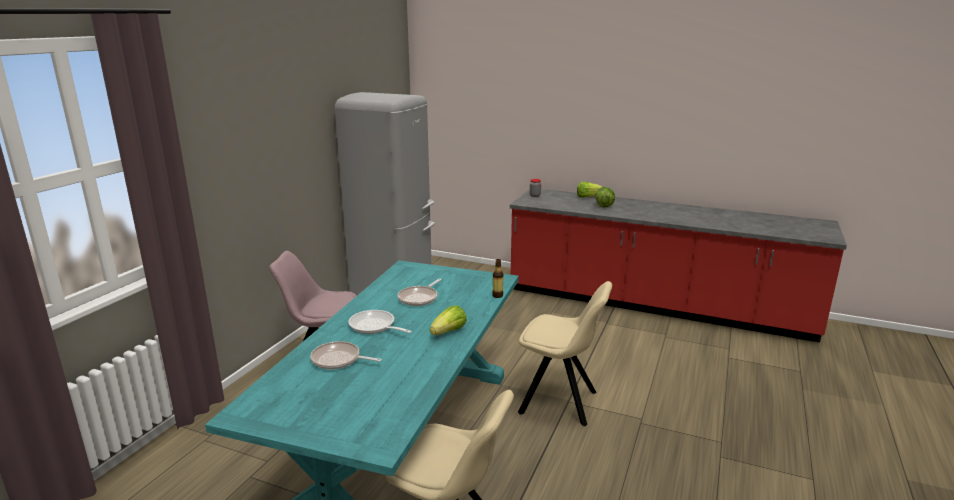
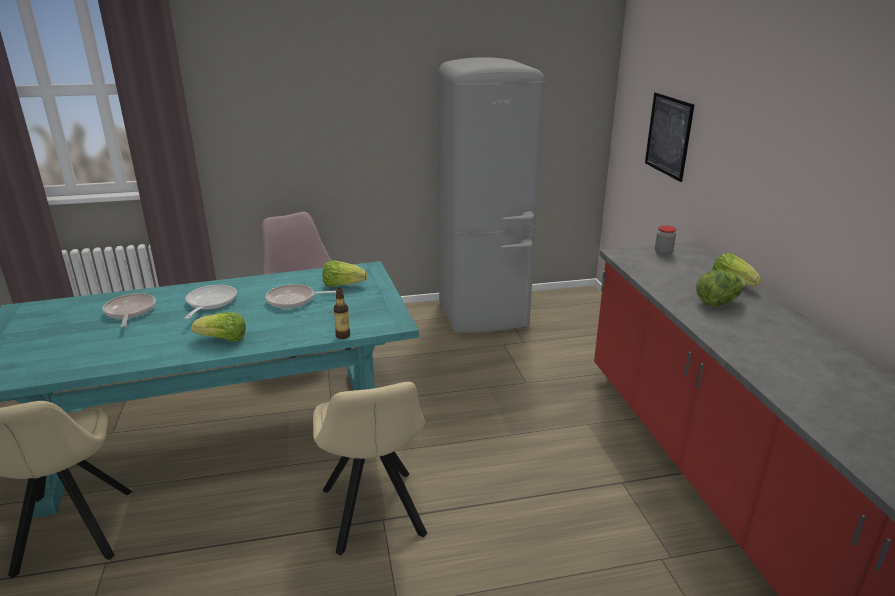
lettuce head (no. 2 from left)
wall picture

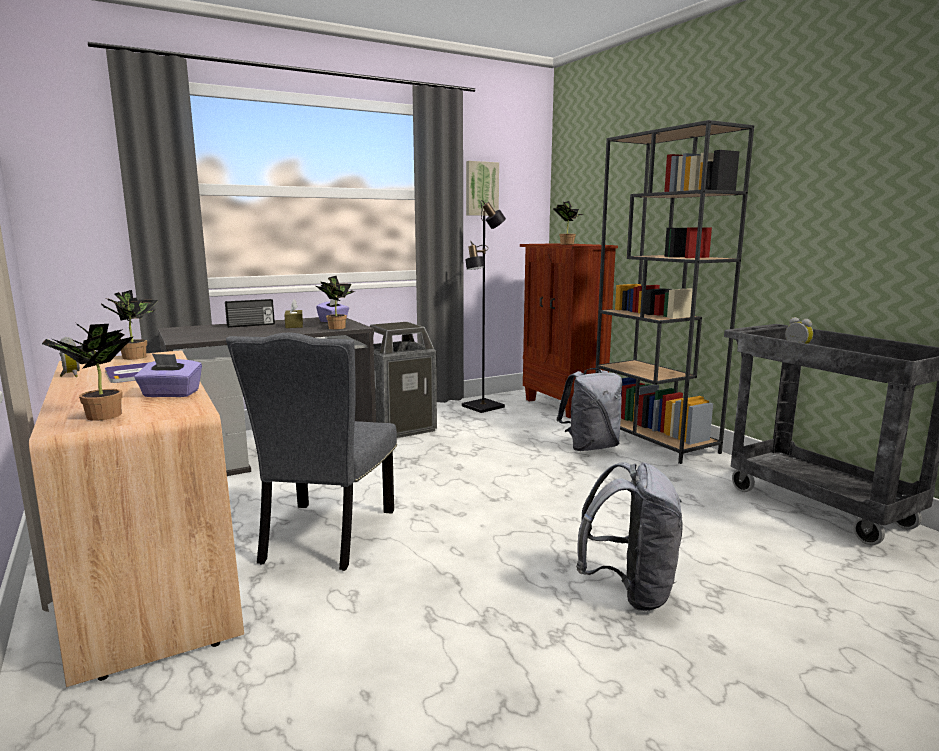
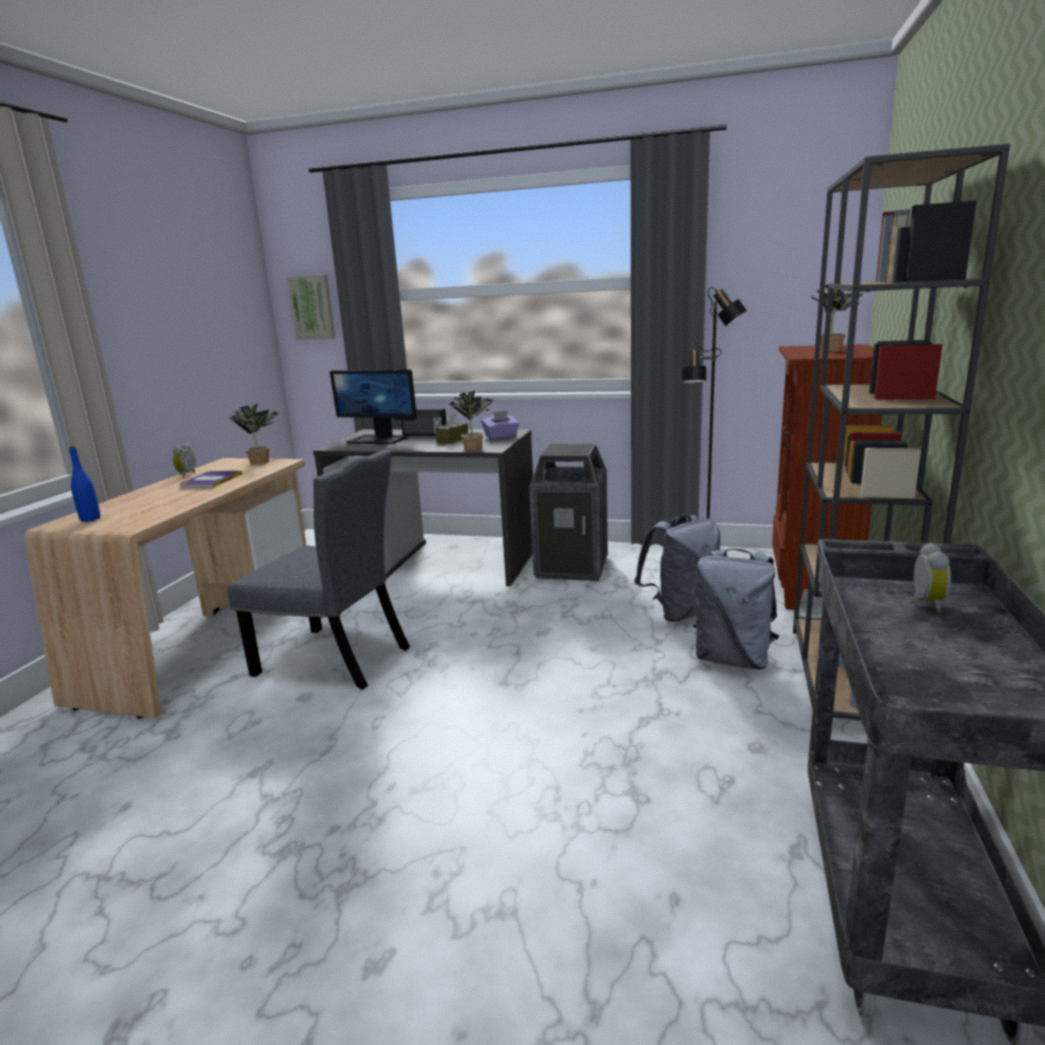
drink bottle in bluish
tissue holder in purplish (no. 1 from left in the first image)
chair in greyish
wall picture
knapsack in greyish (no. 1 from left)
monitor

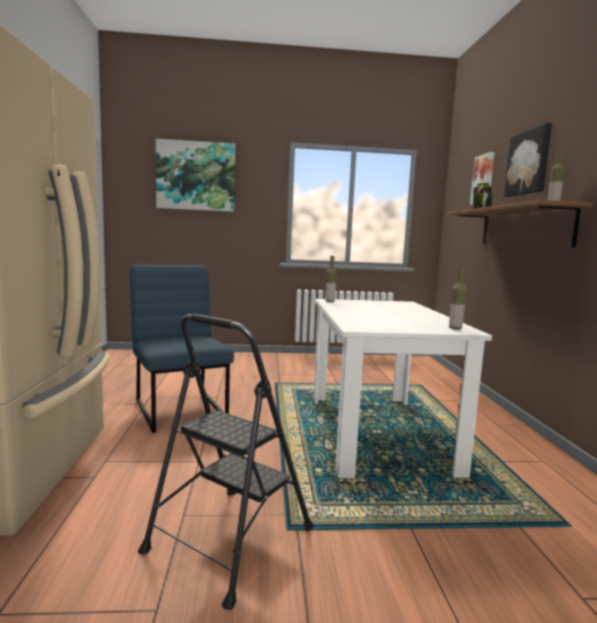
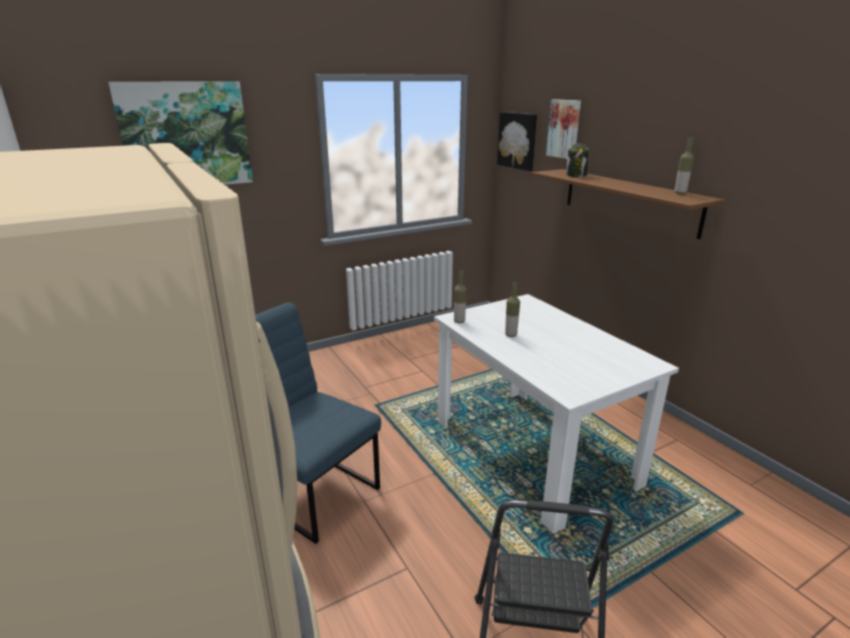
drink bottle (no. 2 from left)
wall picture (no. 2 from left)

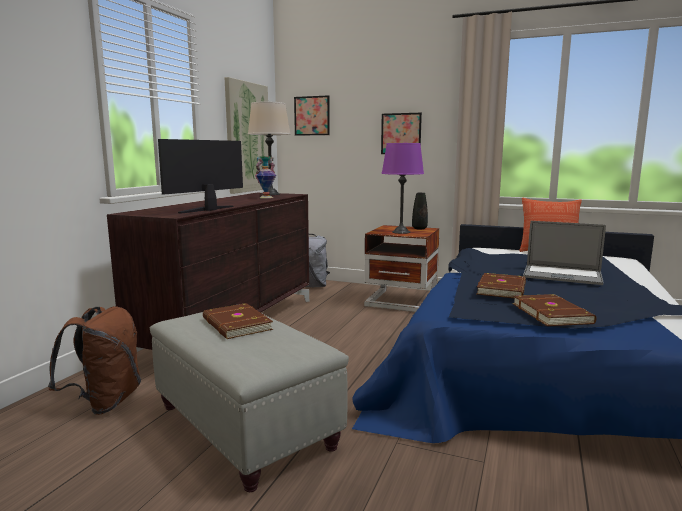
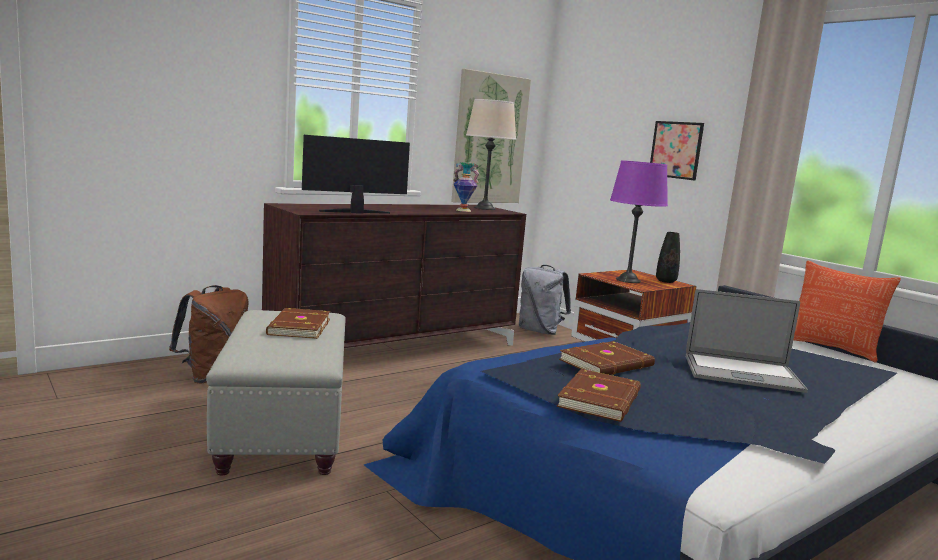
wall picture (no. 2 from left in the first image)
laptop

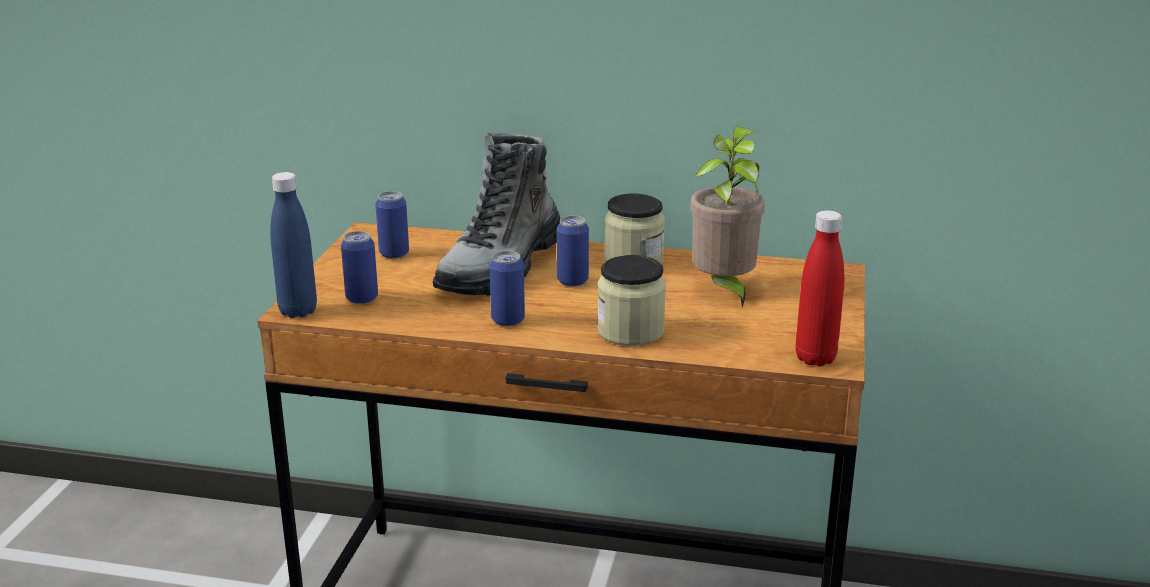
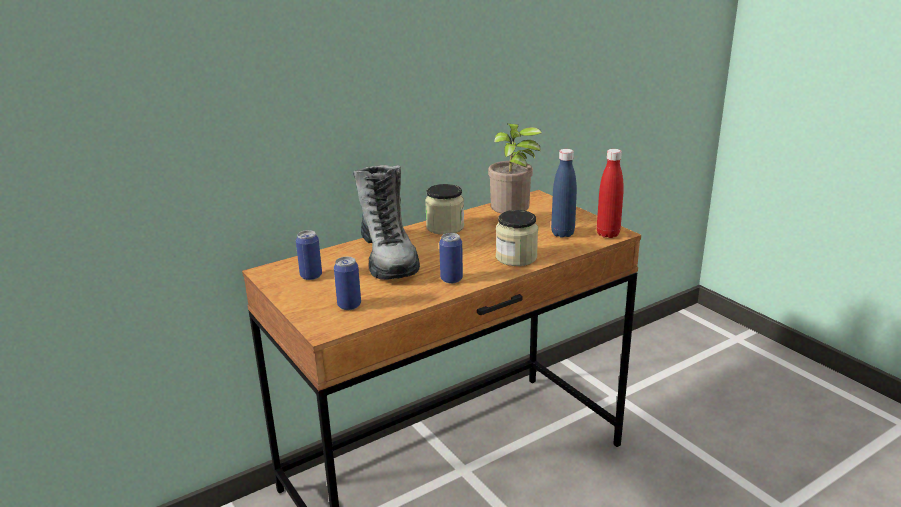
drink bottle in bluish
can (no. 4 from left in the first image)

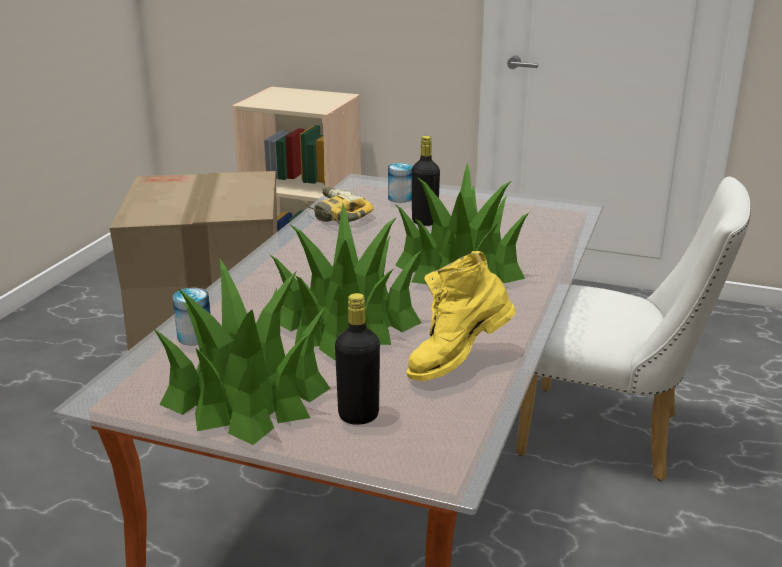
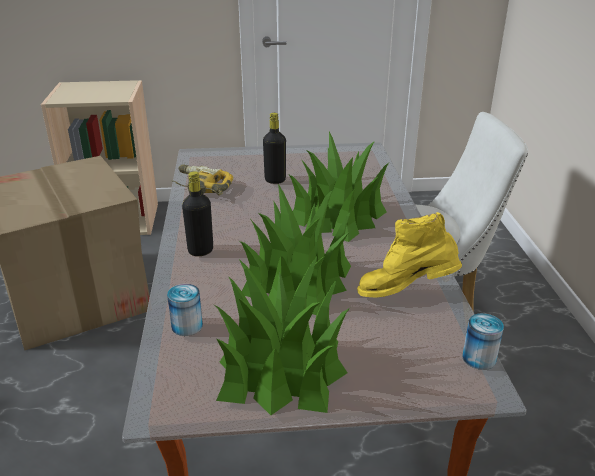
drink bottle in black (no. 1 from left)
can (no. 2 from left)
tall boot in yellow

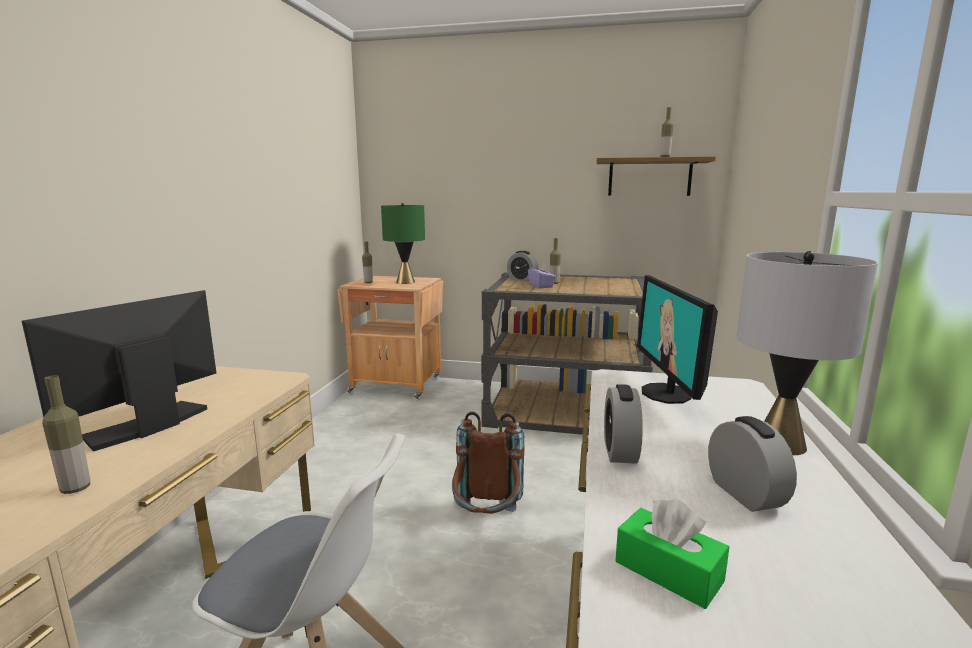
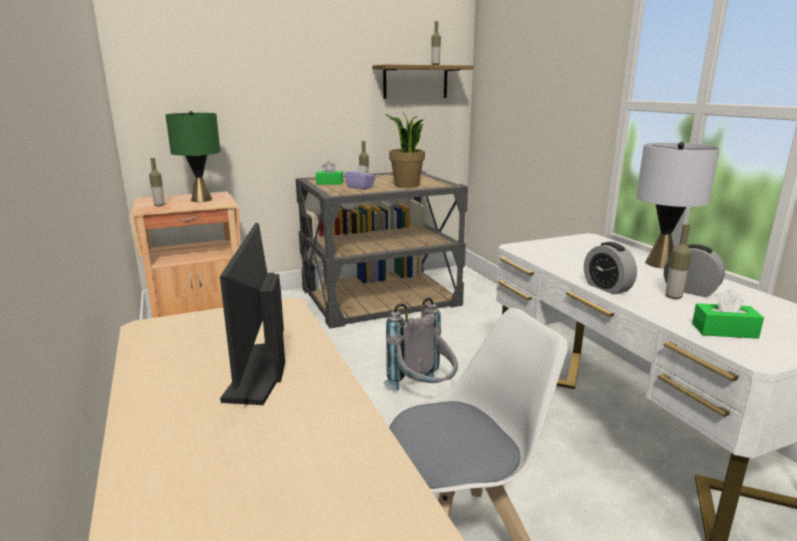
drink bottle (no. 4 from left)
knapsack in greyish
tissue holder in green (no. 1 from left)
monitor (no. 2 from left in the first image)
plant in a pot

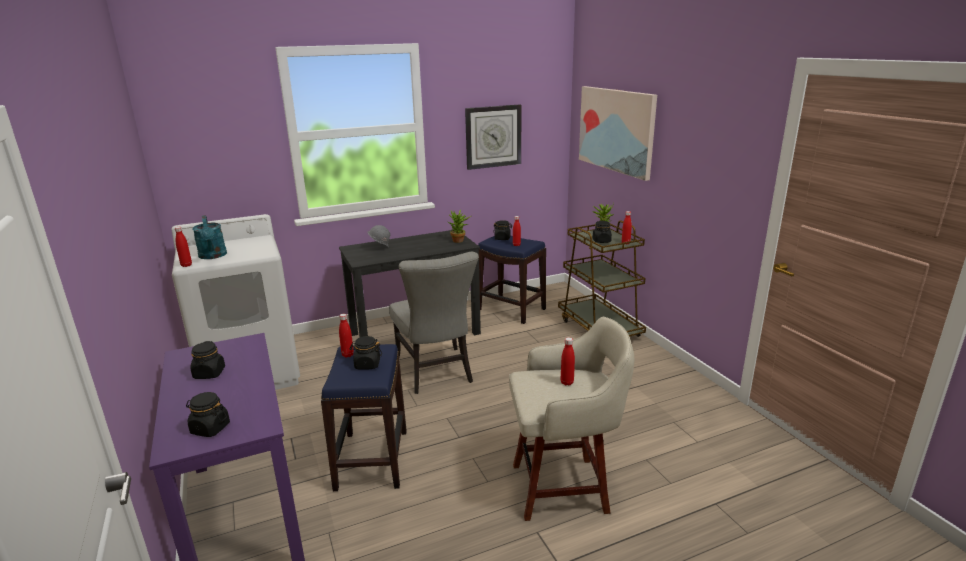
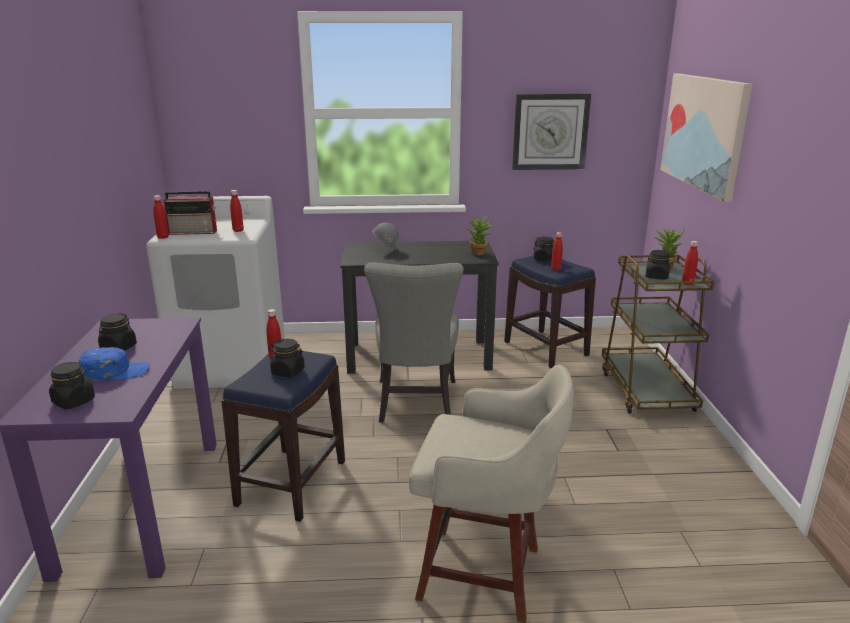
radio set
drink bottle in red (no. 2 from left)
baseball cap in bluish

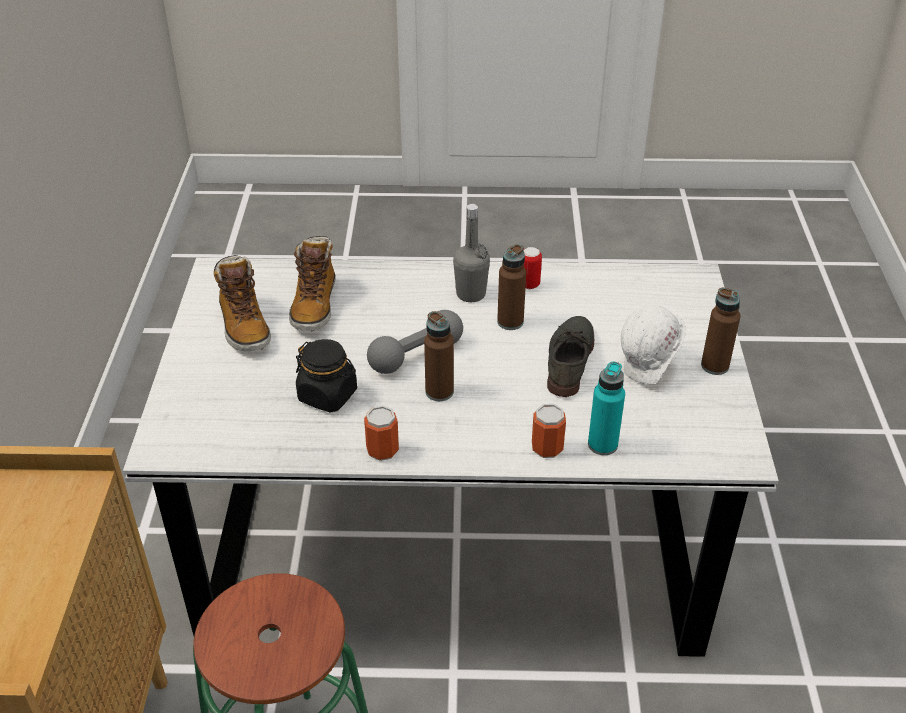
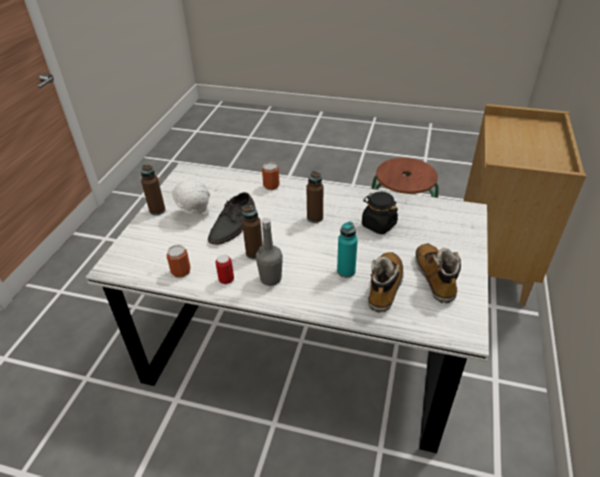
can (no. 1 from left)
dumbbell in greyish
drink bottle in turquoise-coloured

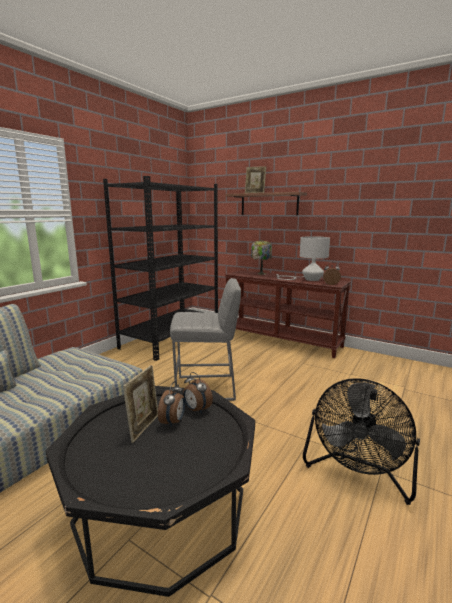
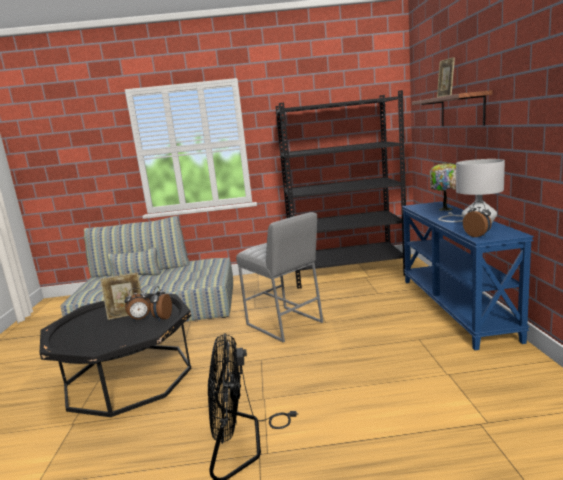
narrow table in bluish

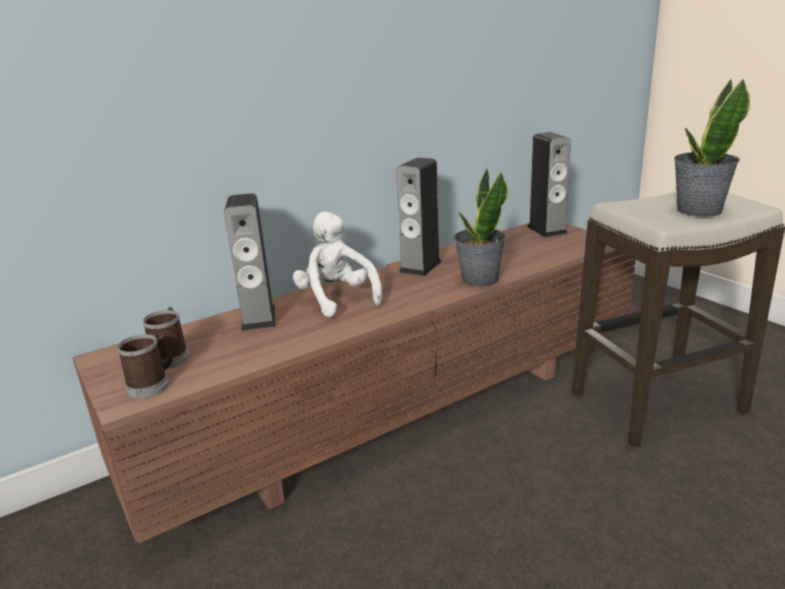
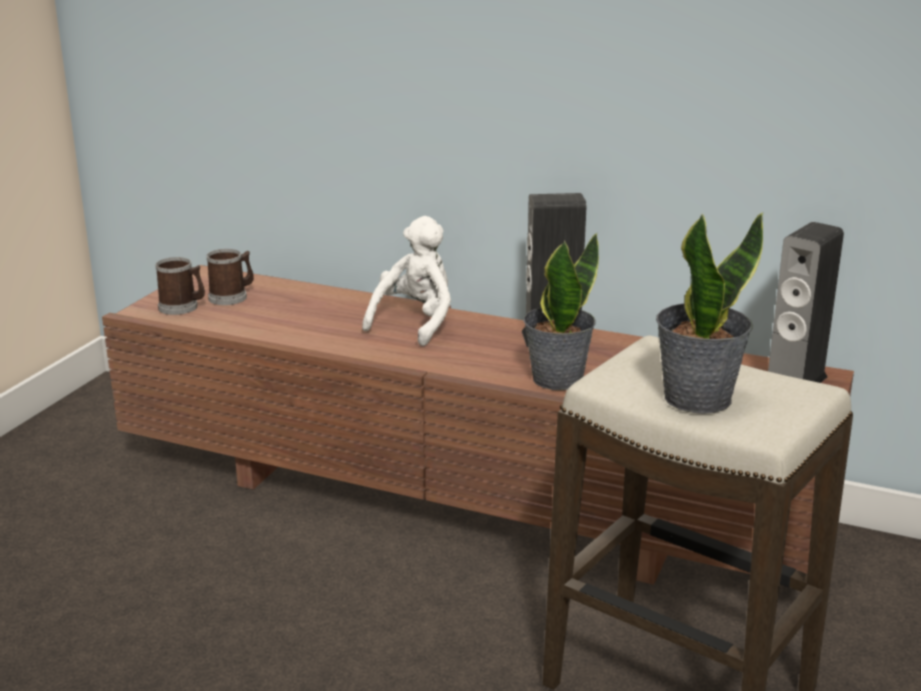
audio speaker (no. 1 from left in the first image)

